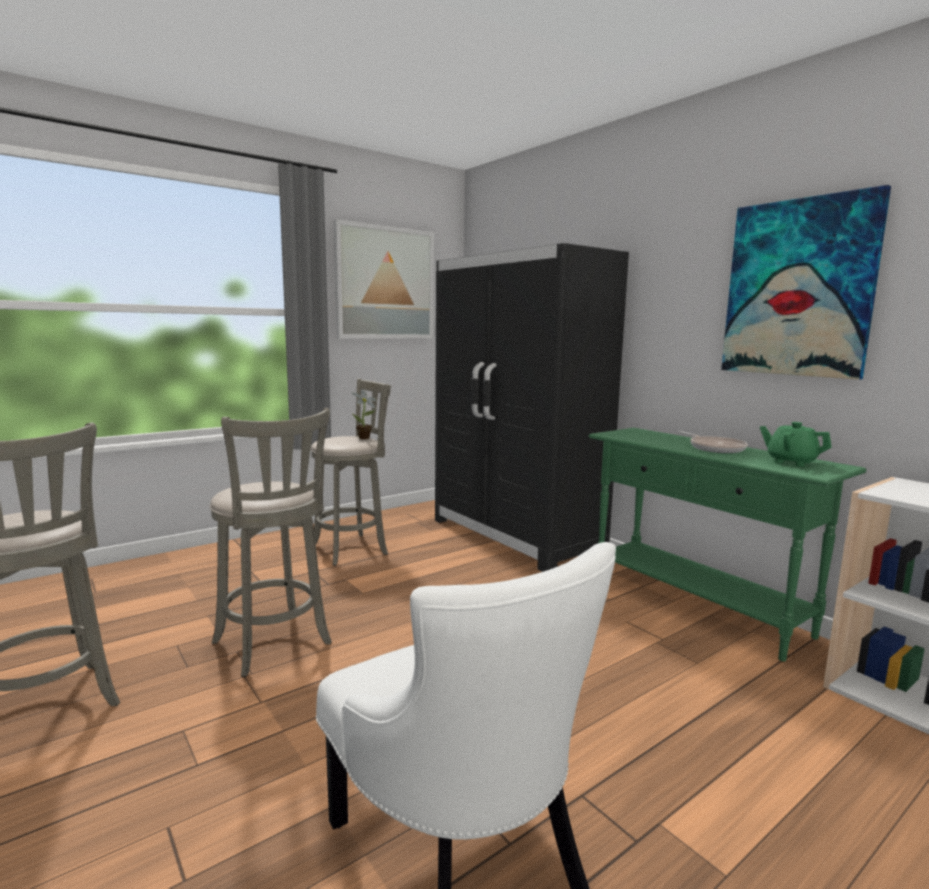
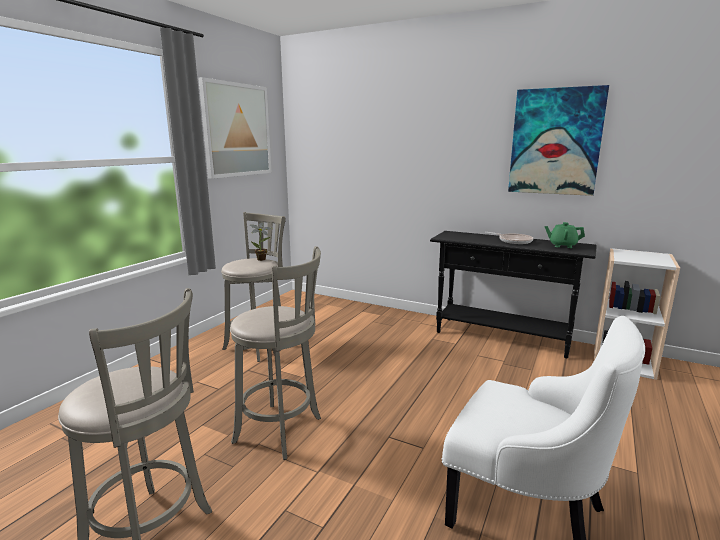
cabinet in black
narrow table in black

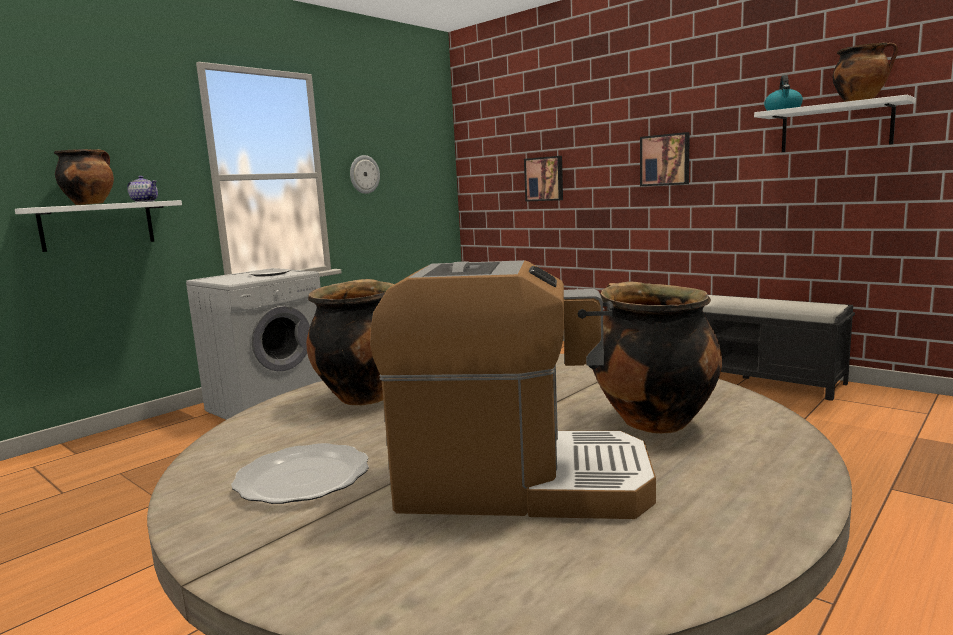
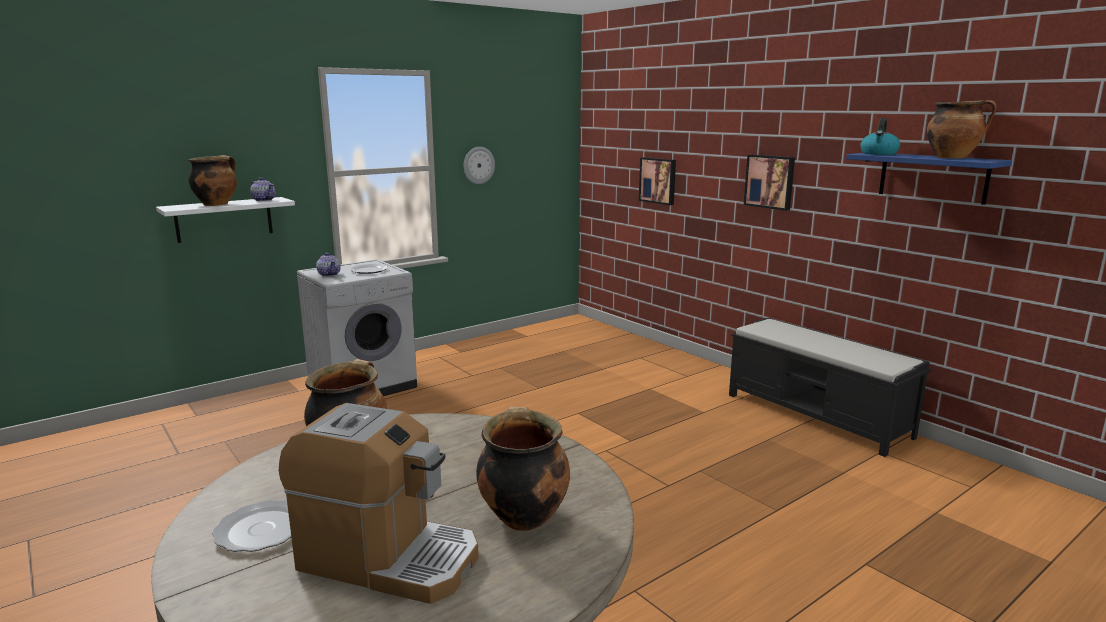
wall shelf in bluish
pot for tea (no. 2 from left)

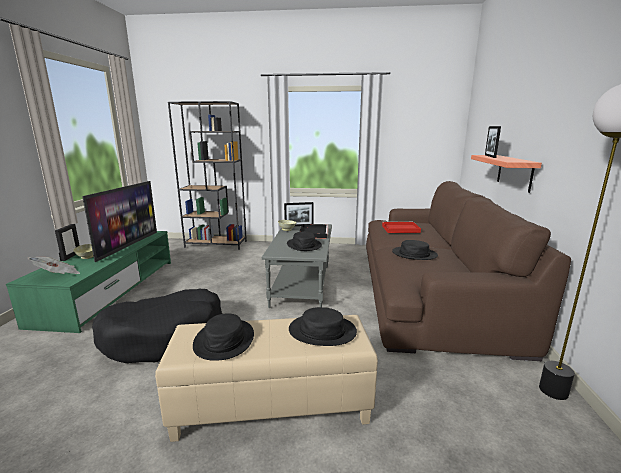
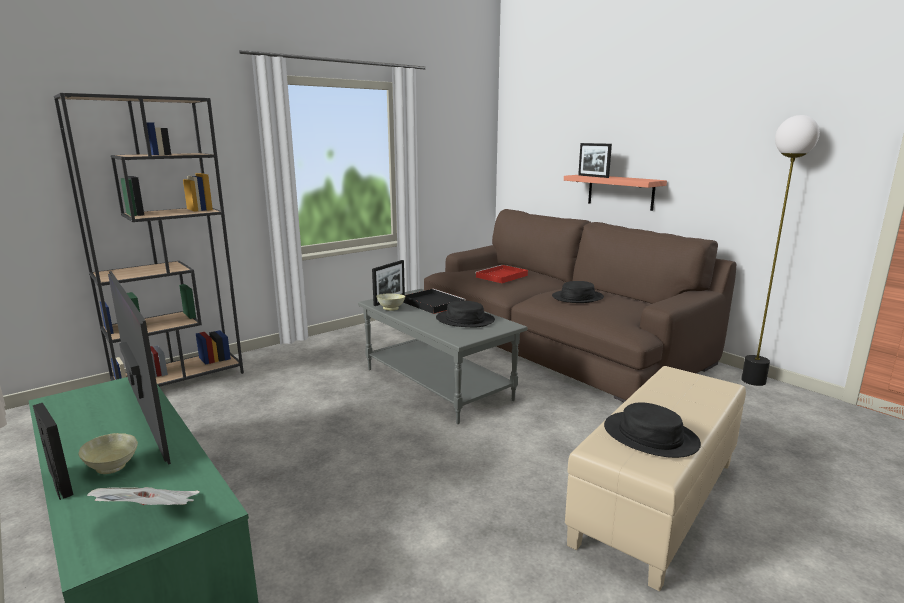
dog bed in black
clothing hat in black (no. 3 from left in the first image)

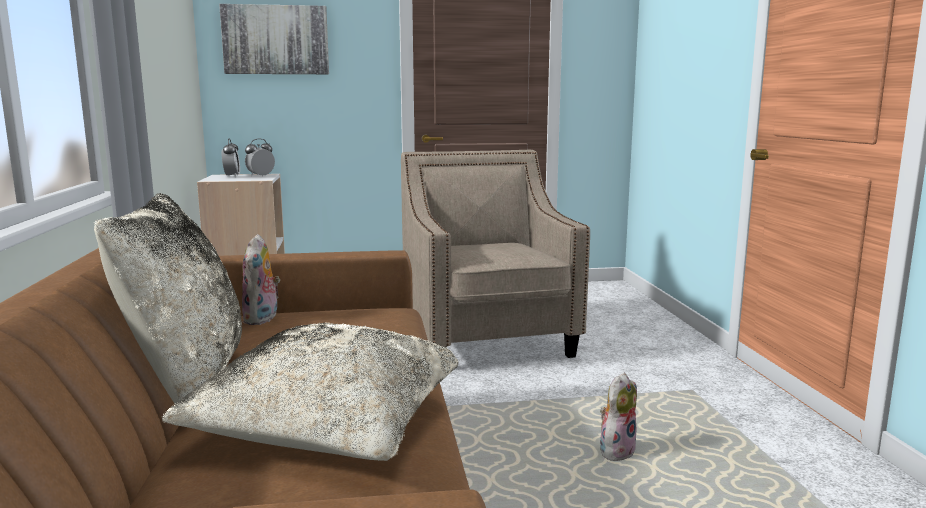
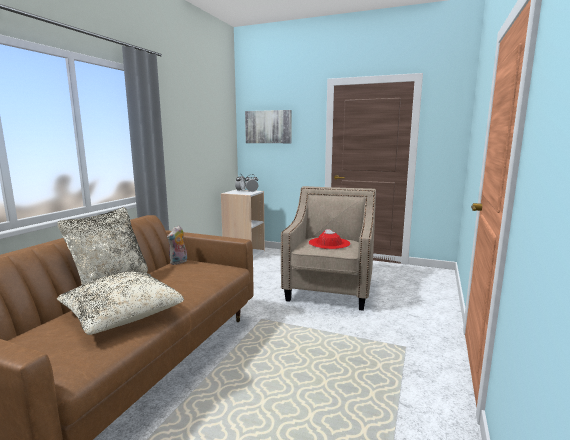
cuddly toy (no. 2 from left in the first image)
clothing hat in red

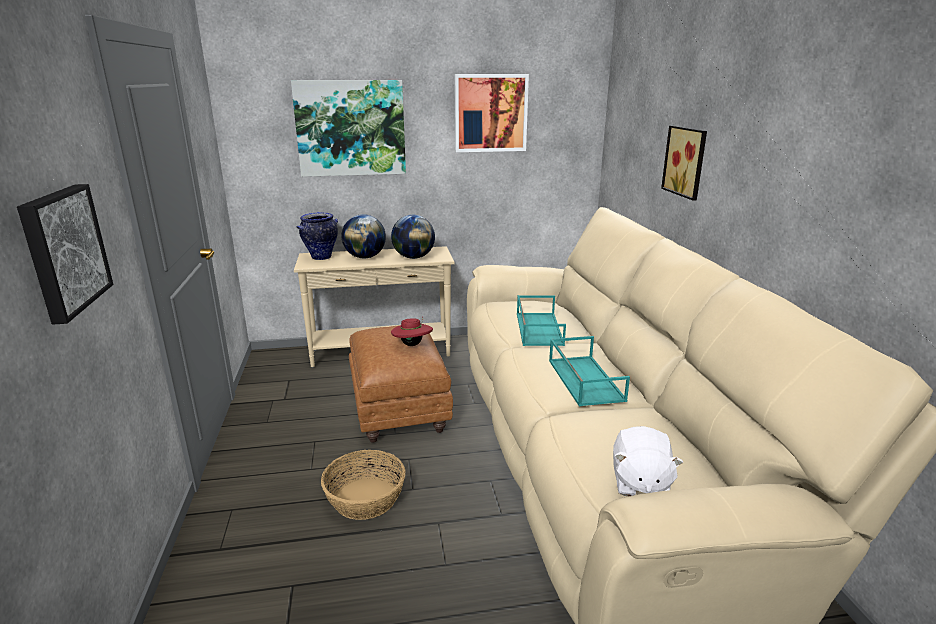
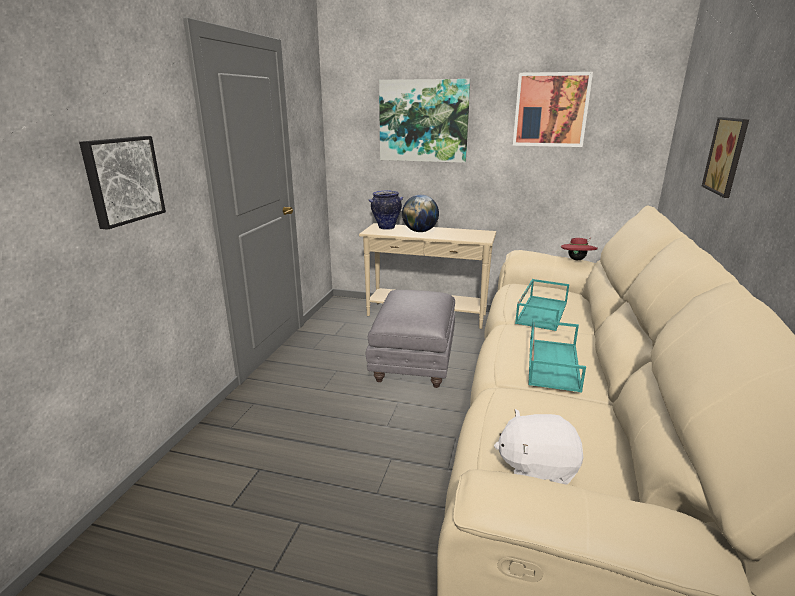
storage basket
pouffe in greyish
globe (no. 2 from left in the first image)
clothing hat in red
cuddly toy in white

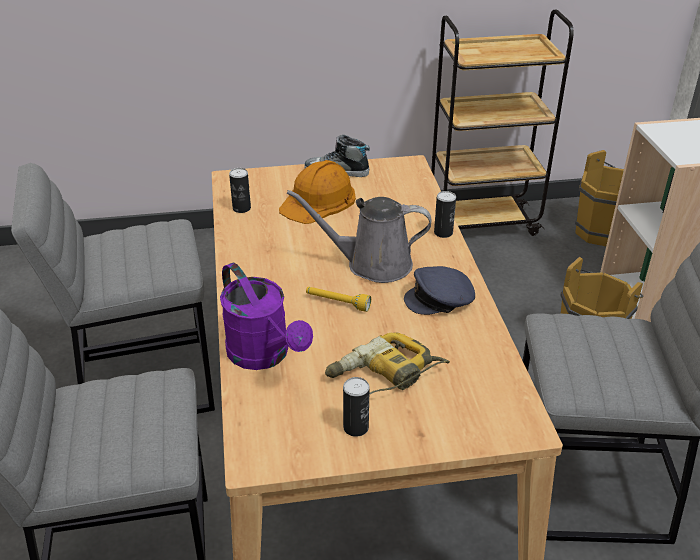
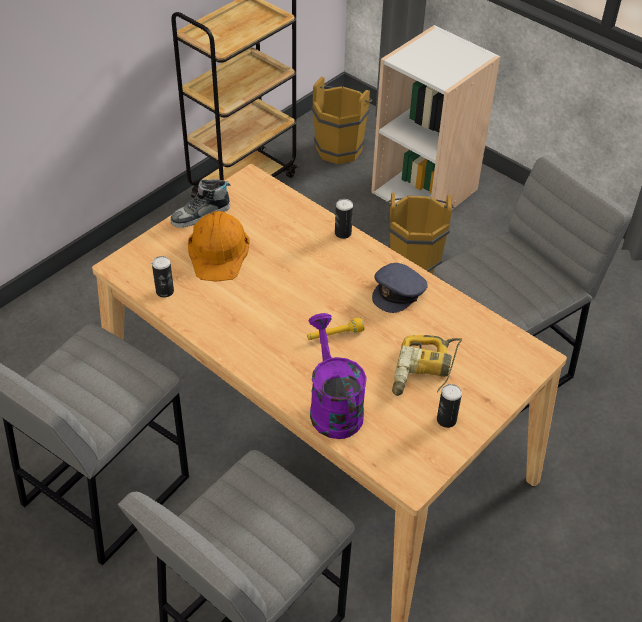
watering can in purplish
watering can in greyish

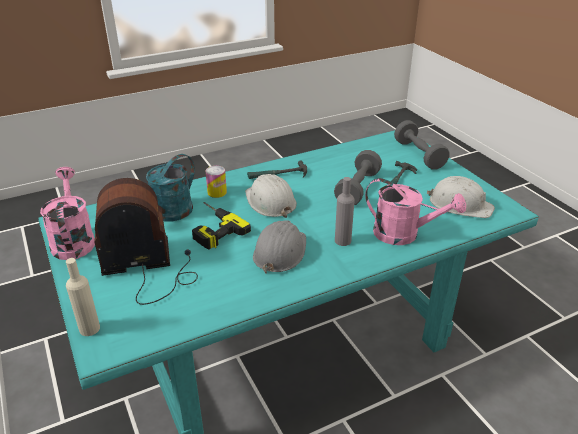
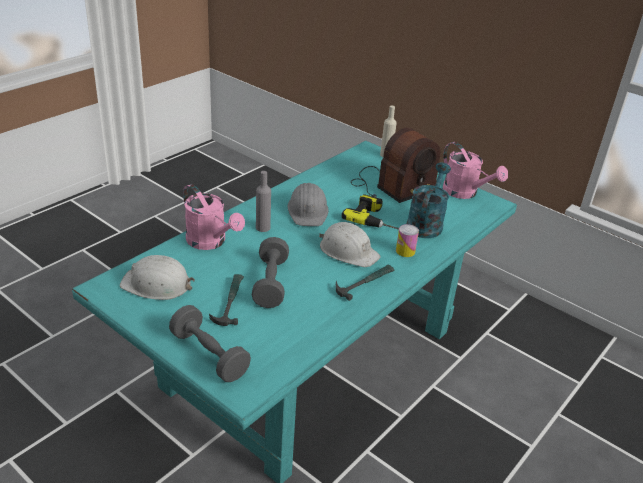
watering can in pinkish (no. 1 from left)

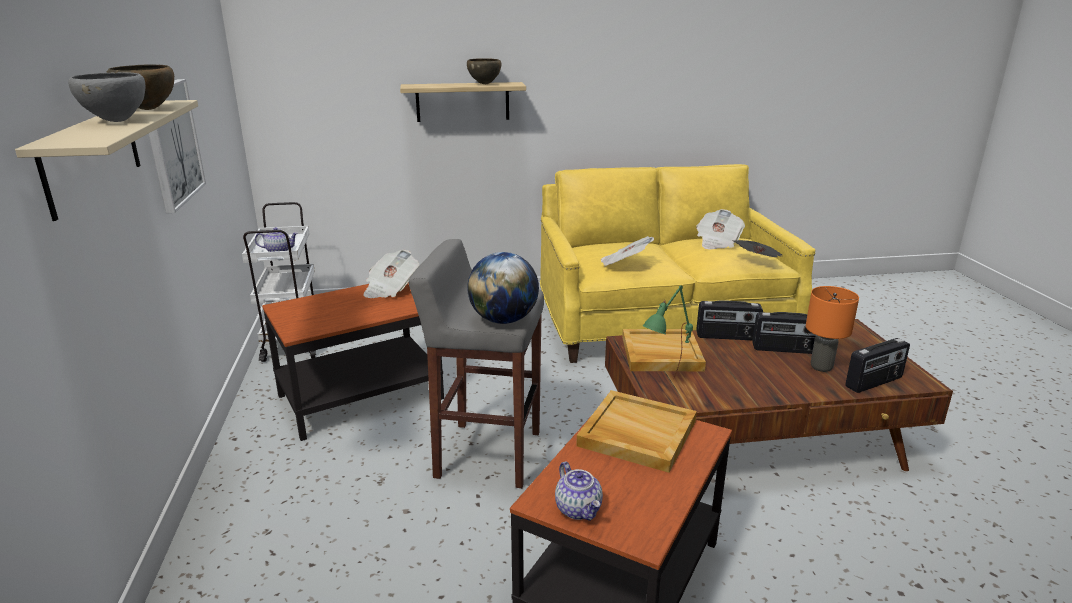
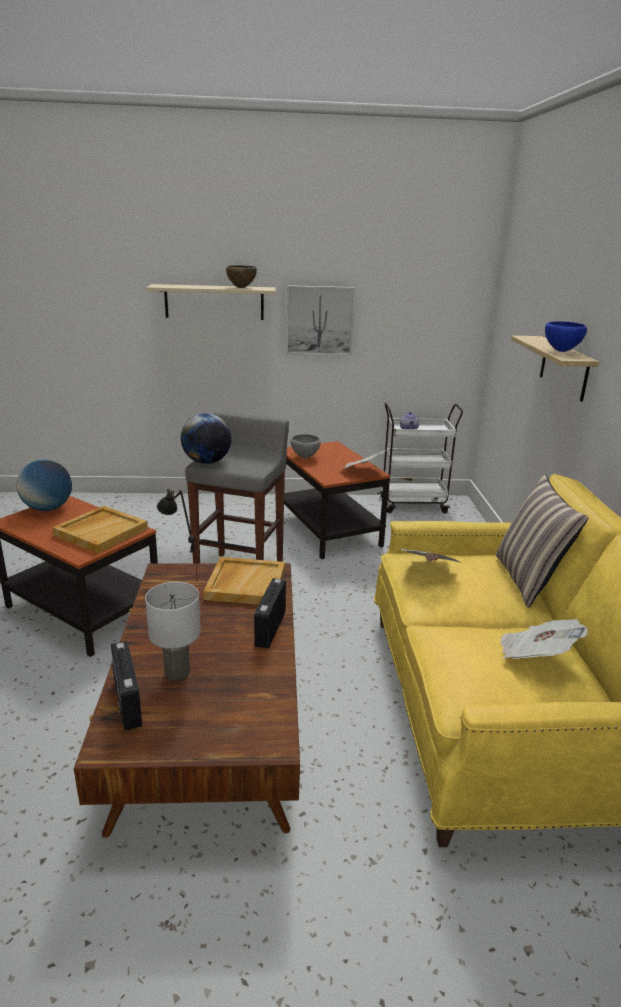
serving bowl in greyish
serving bowl in bluish
globe (no. 1 from left)
tabletop lamp in black
printed paper (no. 4 from left in the first image)
radio set (no. 2 from left in the first image)
tabletop lamp in white
pillow

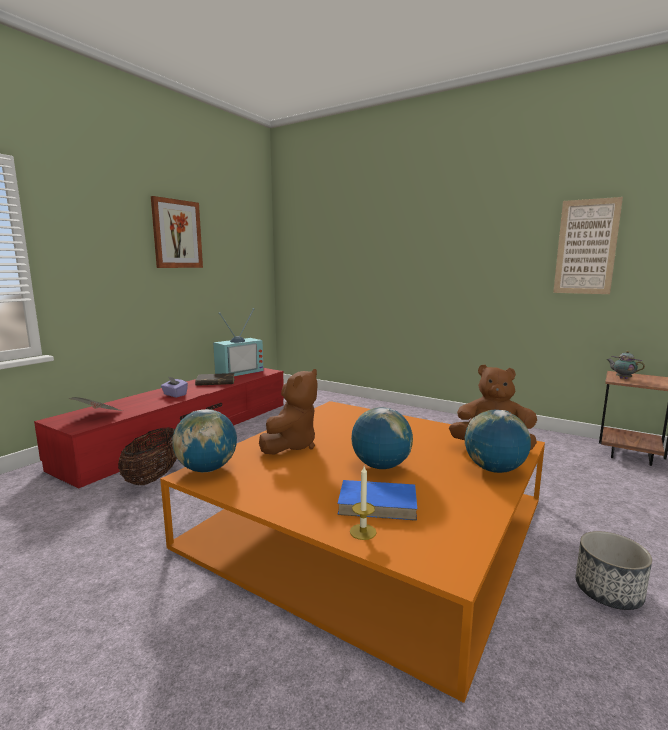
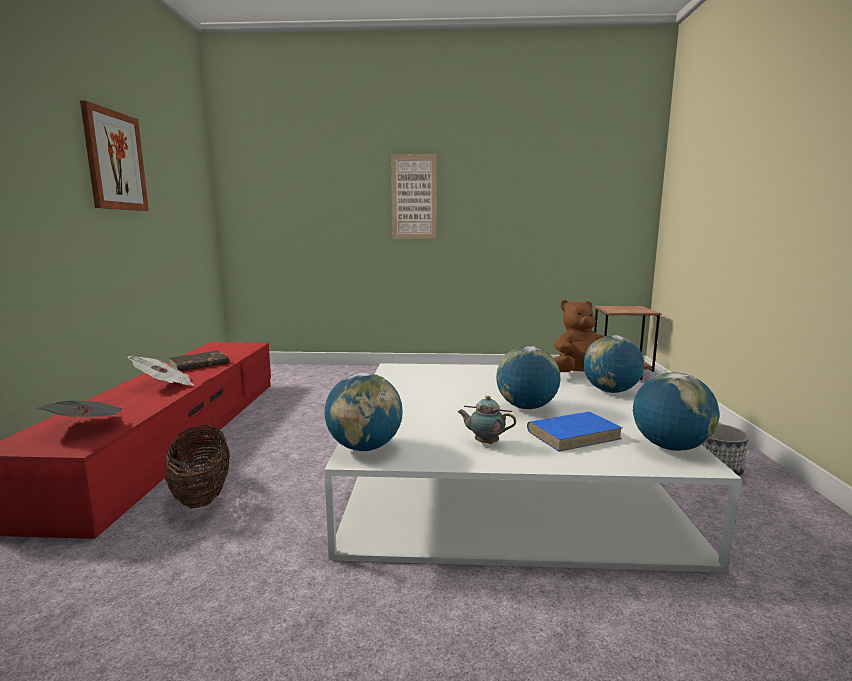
coffee table in white
printed paper (no. 2 from left)
TV set
cuddly toy in brown (no. 1 from left in the first image)
wax candle
wall picture (no. 2 from left)
pot for tea
globe (no. 4 from left)

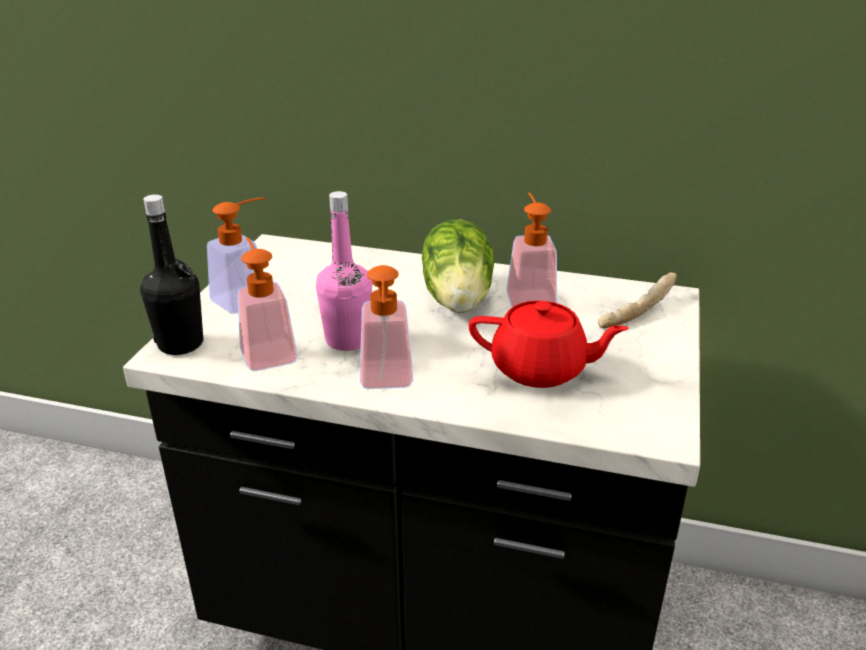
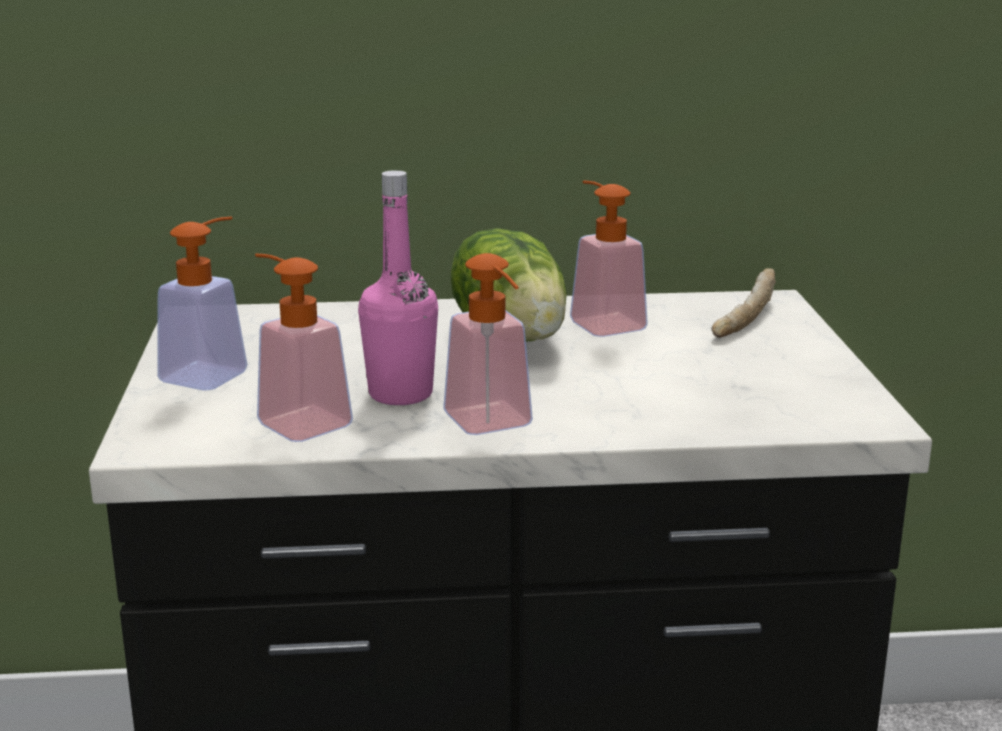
drink bottle in black
pot for tea in red

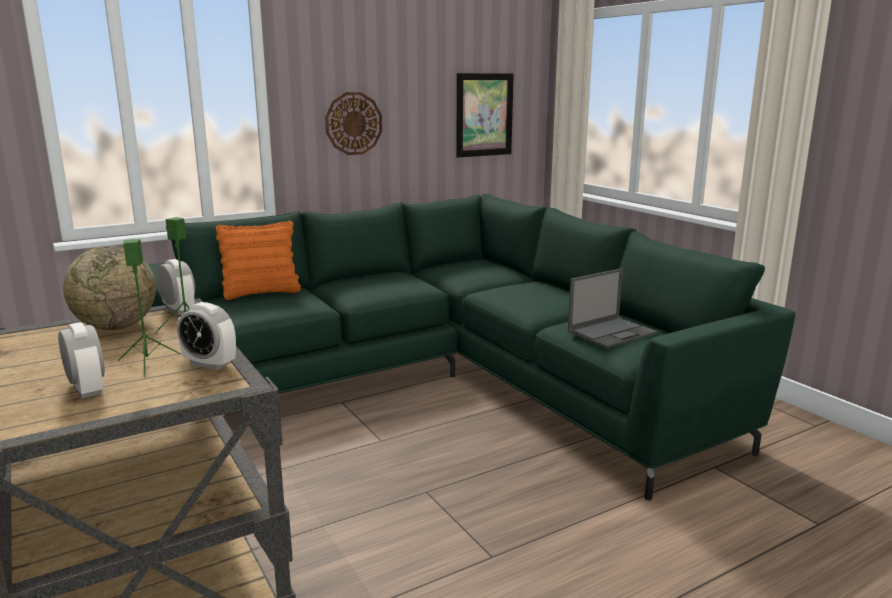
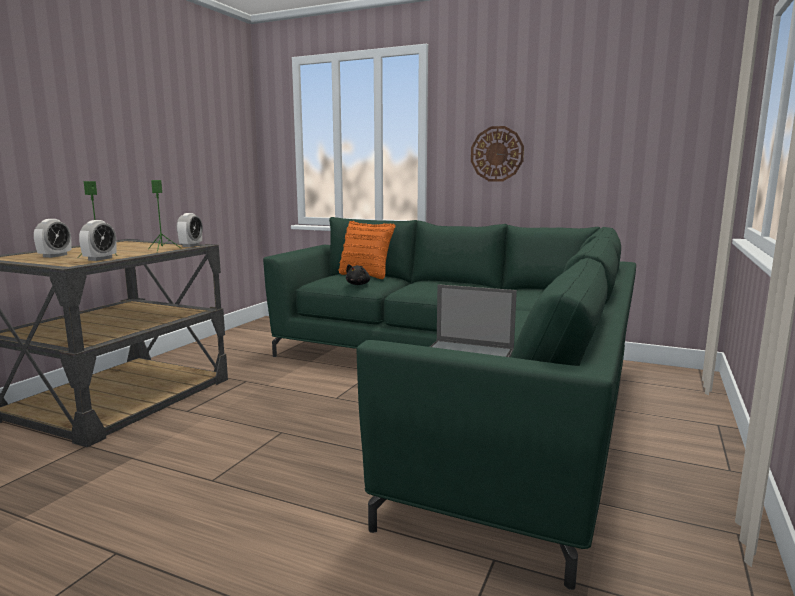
globe
bedside clock (no. 2 from left)
wall picture
cuddly toy in black

